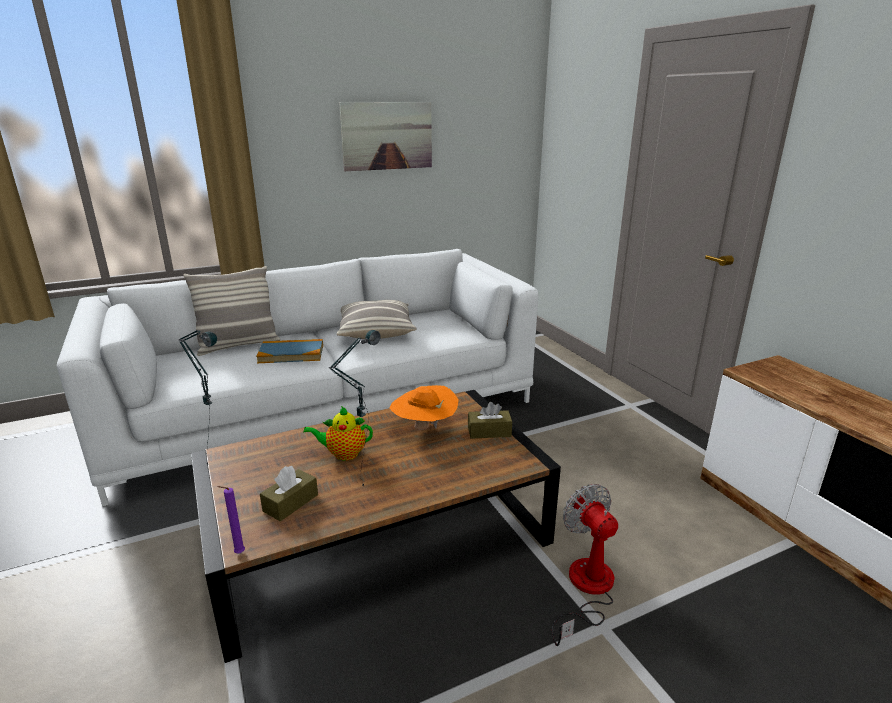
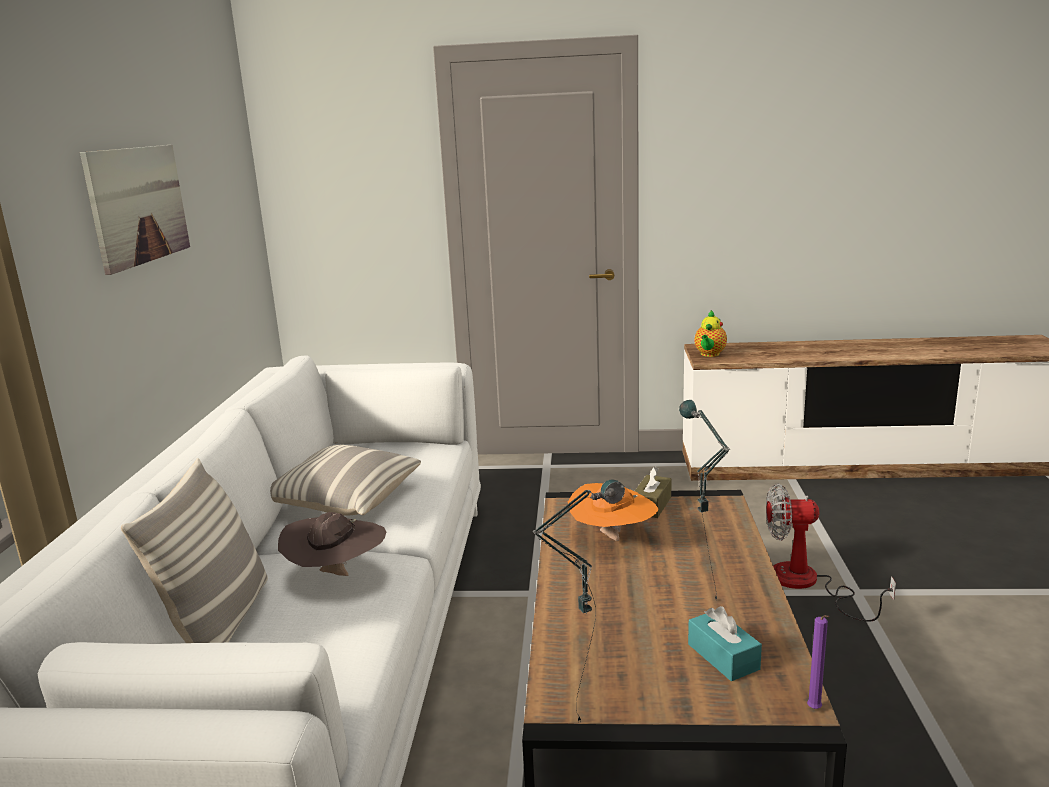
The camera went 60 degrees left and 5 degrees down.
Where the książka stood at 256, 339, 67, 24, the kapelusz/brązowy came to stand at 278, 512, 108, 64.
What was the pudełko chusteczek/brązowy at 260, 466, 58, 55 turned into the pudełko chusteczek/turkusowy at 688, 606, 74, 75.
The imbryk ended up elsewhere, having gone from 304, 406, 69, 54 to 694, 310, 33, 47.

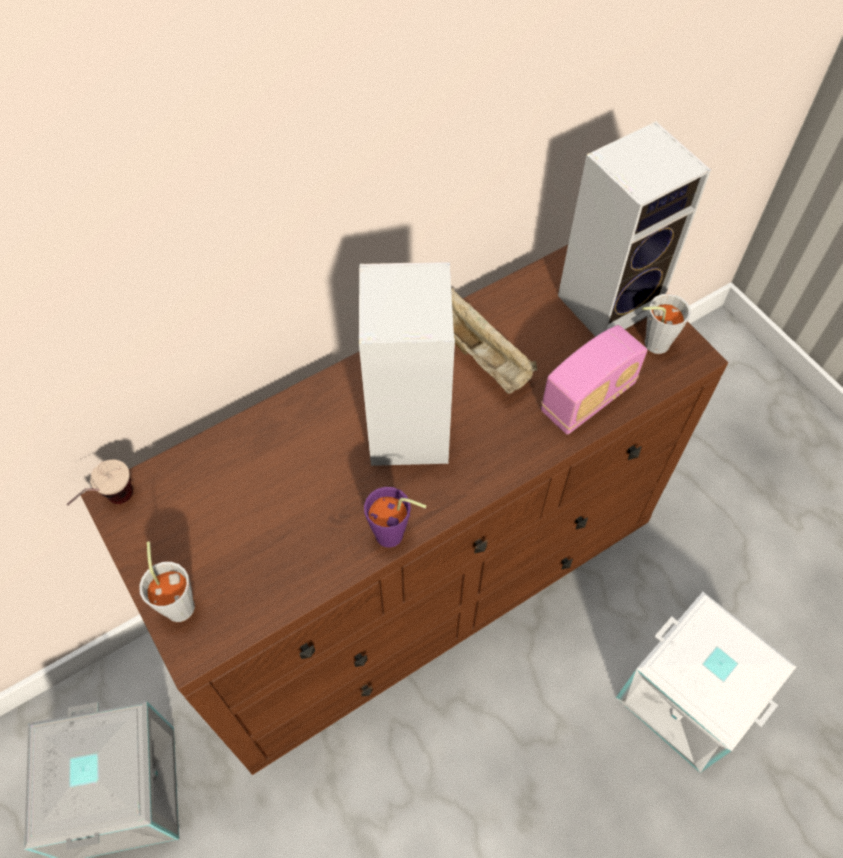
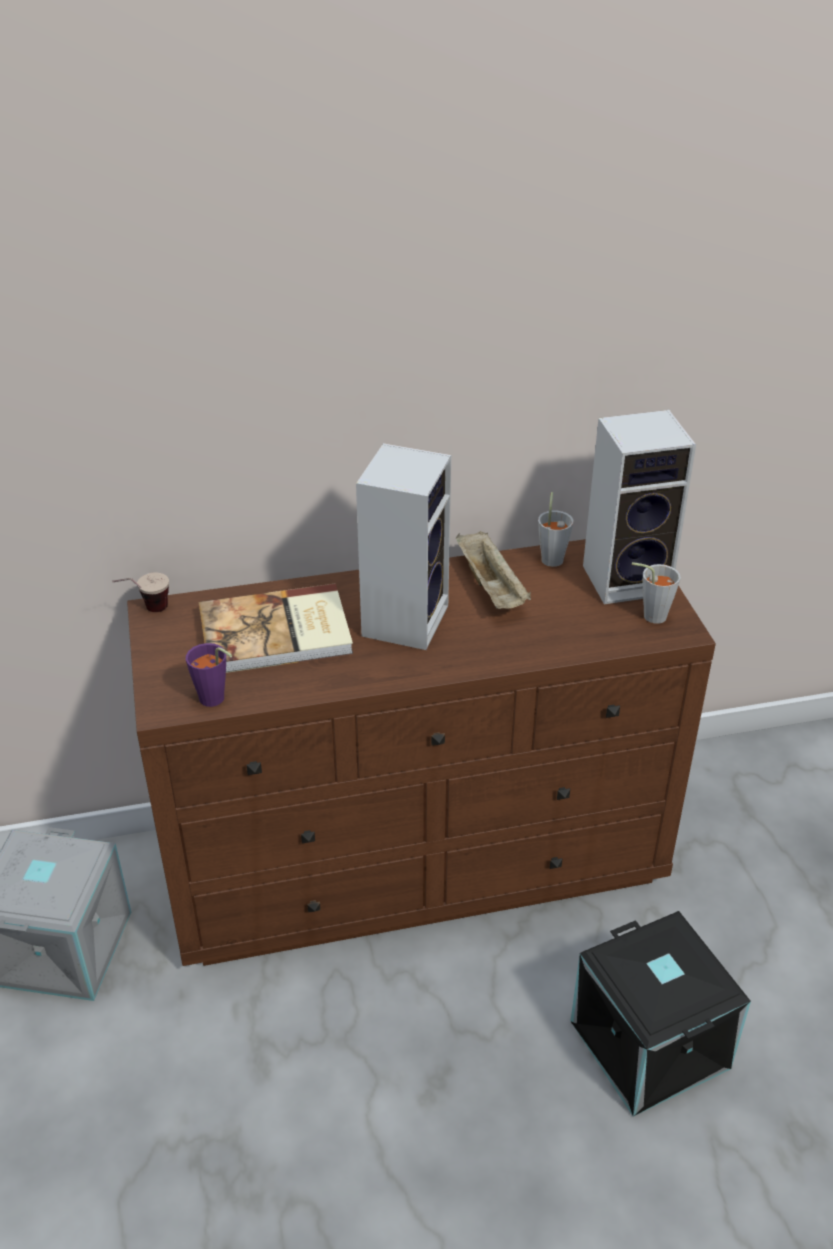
The camera went 20 degrees right and 20 degrees down.
The filiżanka/fioletowy ended up elsewhere, having gone from 364, 487, 62, 61 to 186, 643, 46, 64.
The second view gained the książka at 199, 583, 154, 90.
The filiżanka/szary ended up elsewhere, having gone from 139, 541, 56, 81 to 538, 492, 35, 75.
What was the pojemnik do przechowywania/biały at 616, 592, 181, 181 turned into the pojemnik do przechowywania/czarny at 571, 911, 180, 205.
The second view lost the radio at 541, 325, 106, 110.

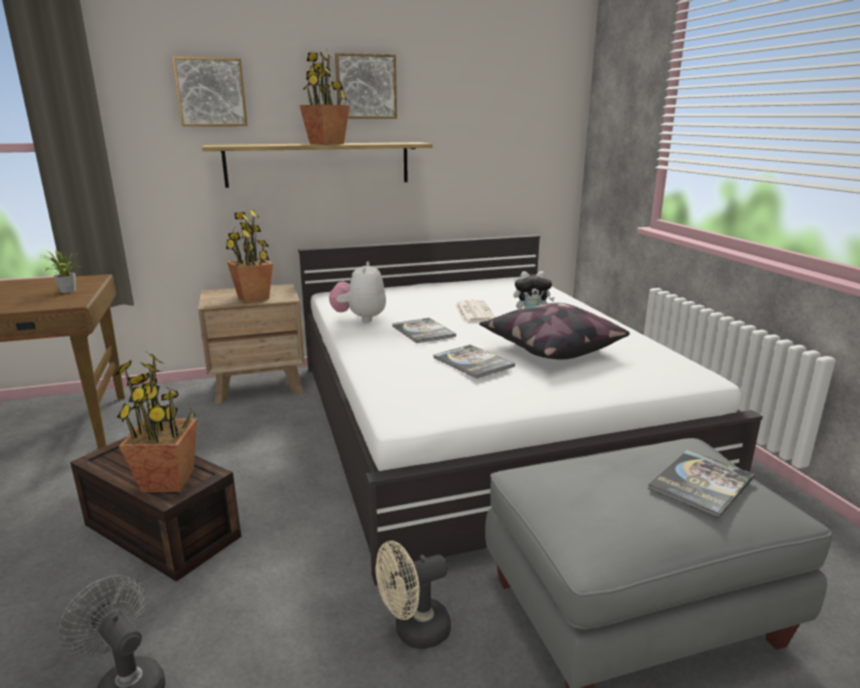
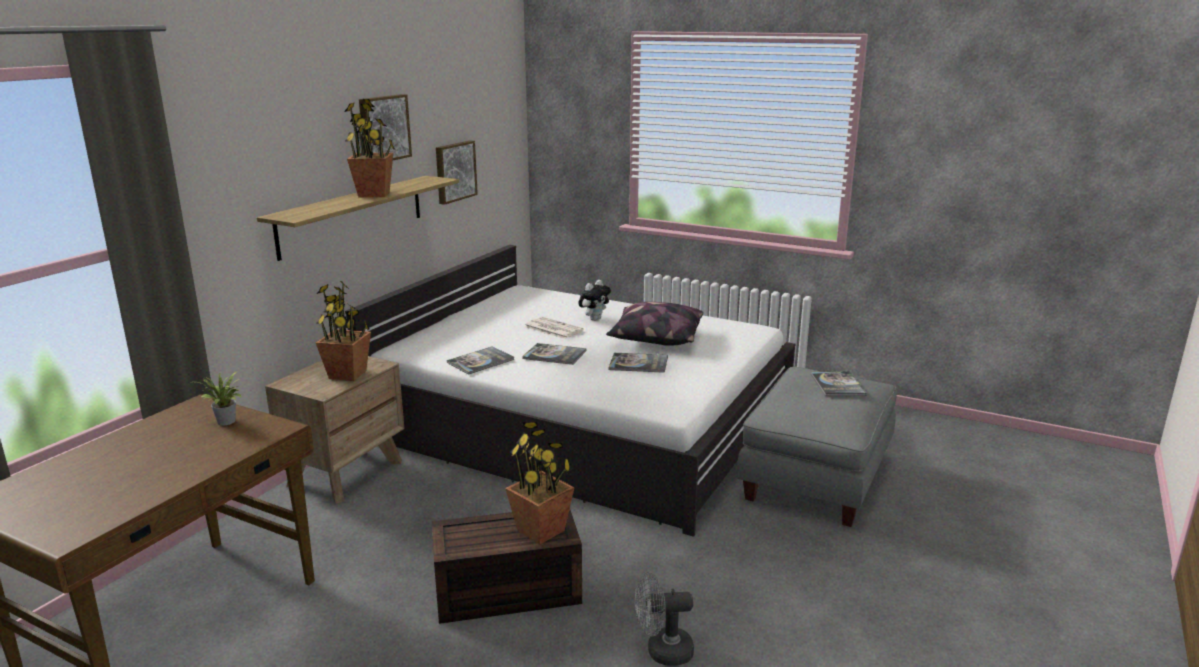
The camera went 45 degrees left and 0 degrees up.
The obraz ended up elsewhere, having gone from 172, 57, 75, 69 to 436, 140, 42, 65.
Where the pluszak stood at 329, 261, 57, 61, the książka came to stand at 447, 346, 67, 29.
The second view lost the wentylator/beżowy at 376, 541, 75, 108.

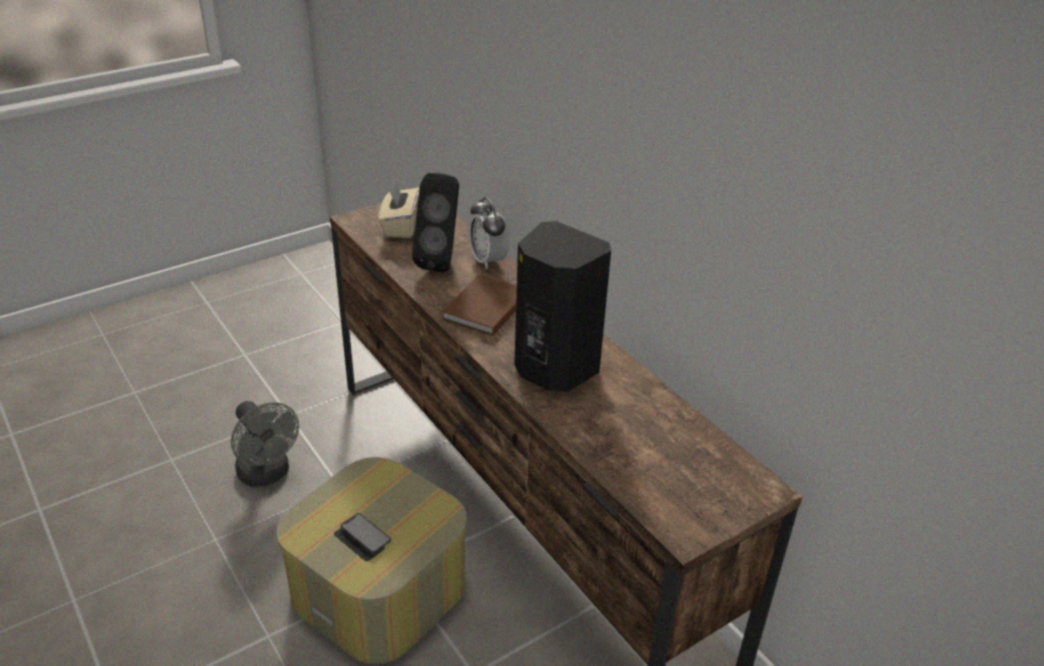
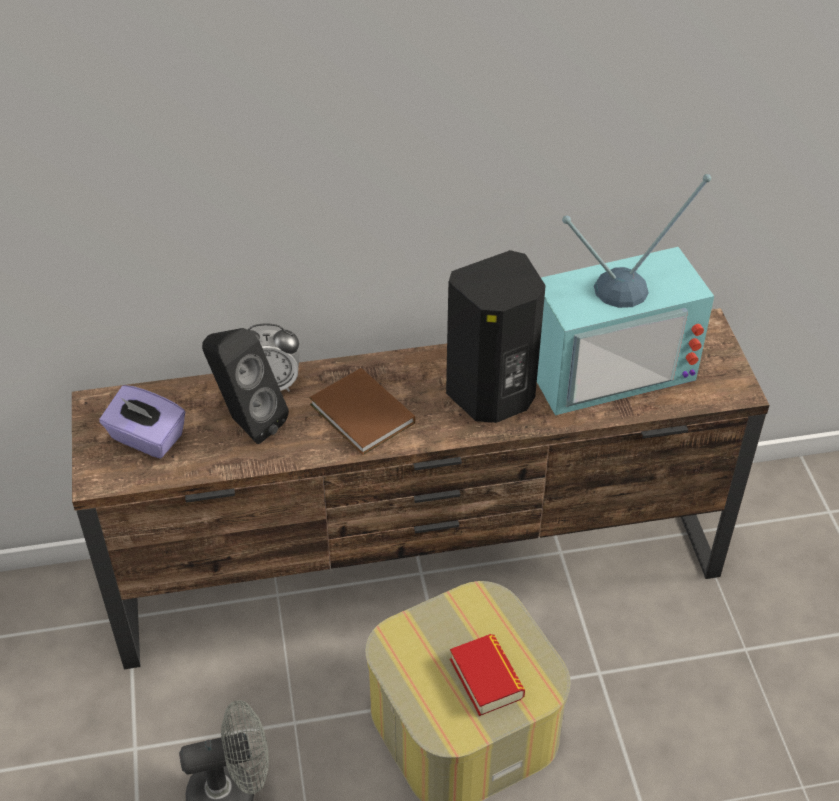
The camera went 65 degrees left and 10 degrees up.
What was the pudełko chusteczek/beżowy at 378, 182, 42, 56 turned into the pudełko chusteczek/fioletowy at 100, 385, 85, 73.
Where the telefon stood at 334, 513, 57, 48, the książka came to stand at 450, 634, 75, 82.
The second view gained the telewizor at 537, 174, 177, 242.

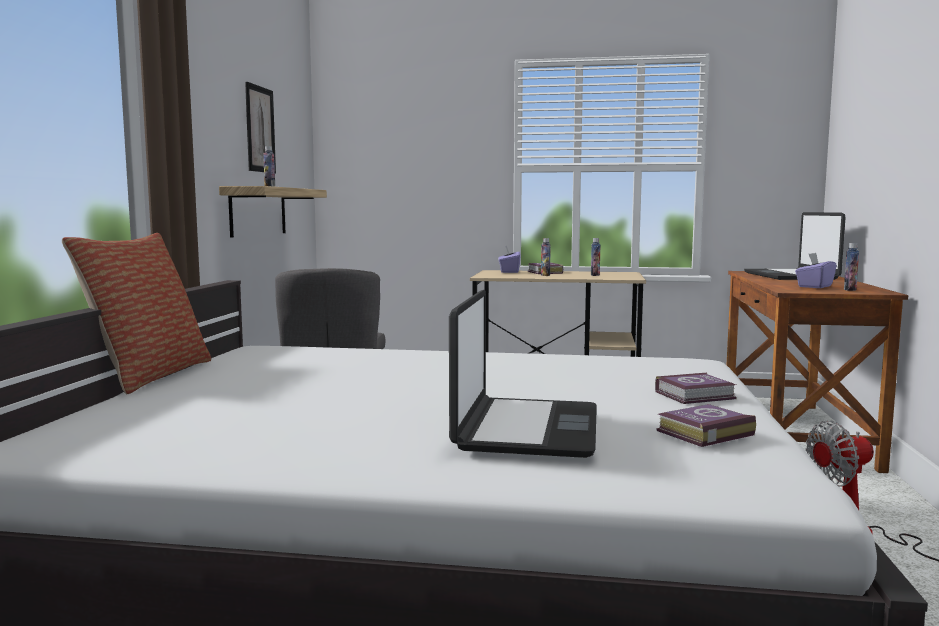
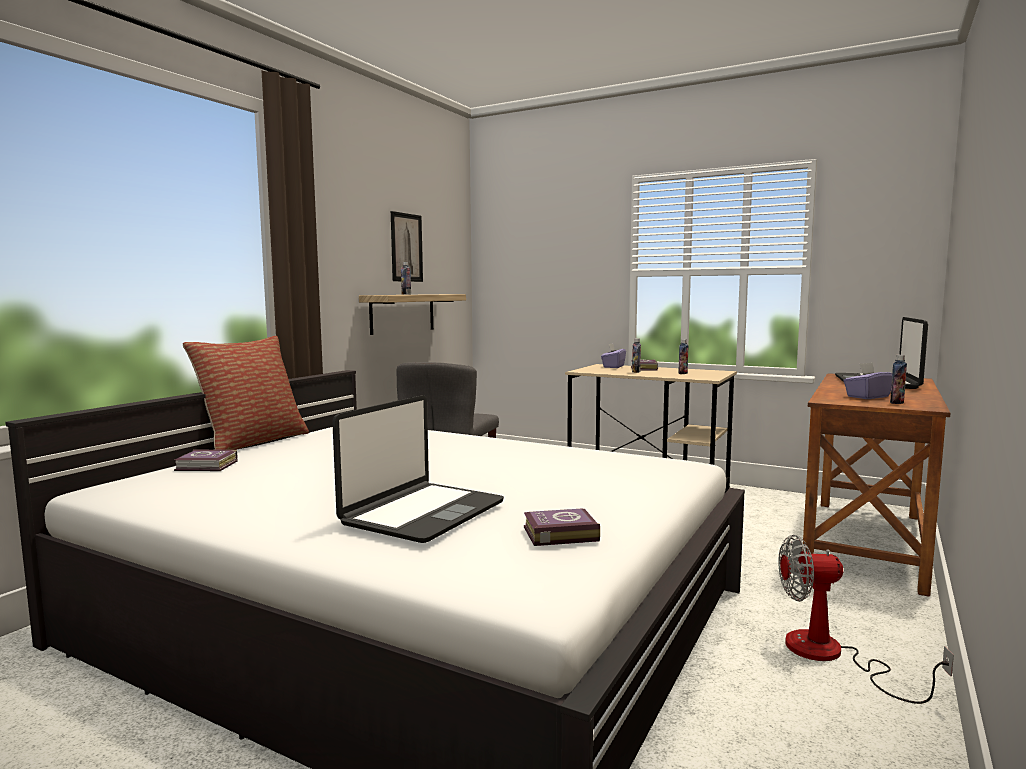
The camera went 20 degrees right and 0 degrees up.
The książka ended up elsewhere, having gone from 655, 373, 82, 31 to 174, 450, 64, 21.

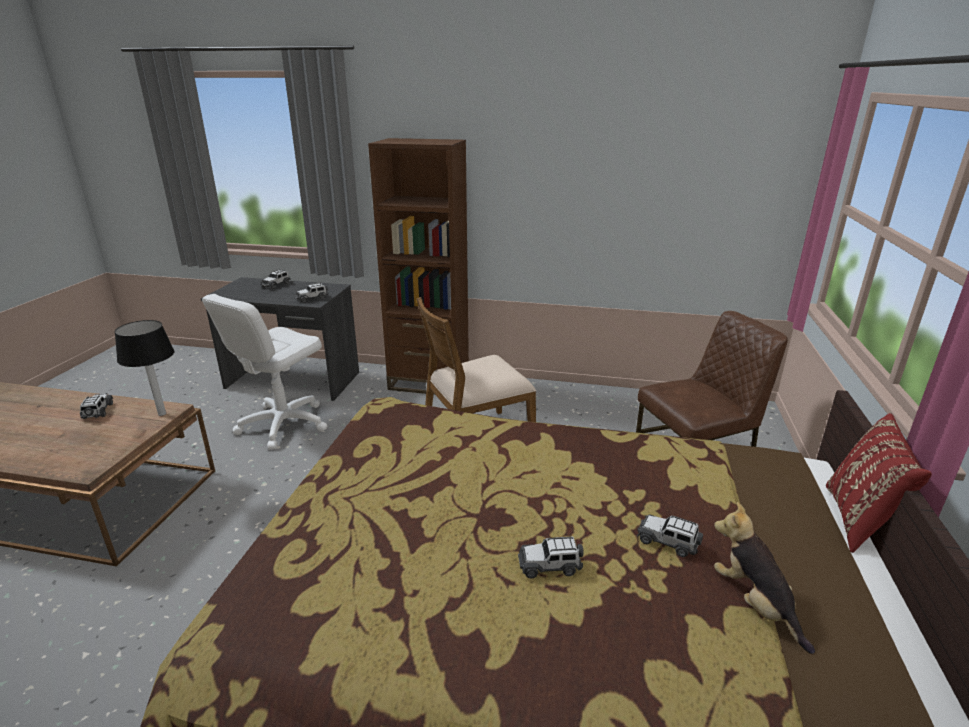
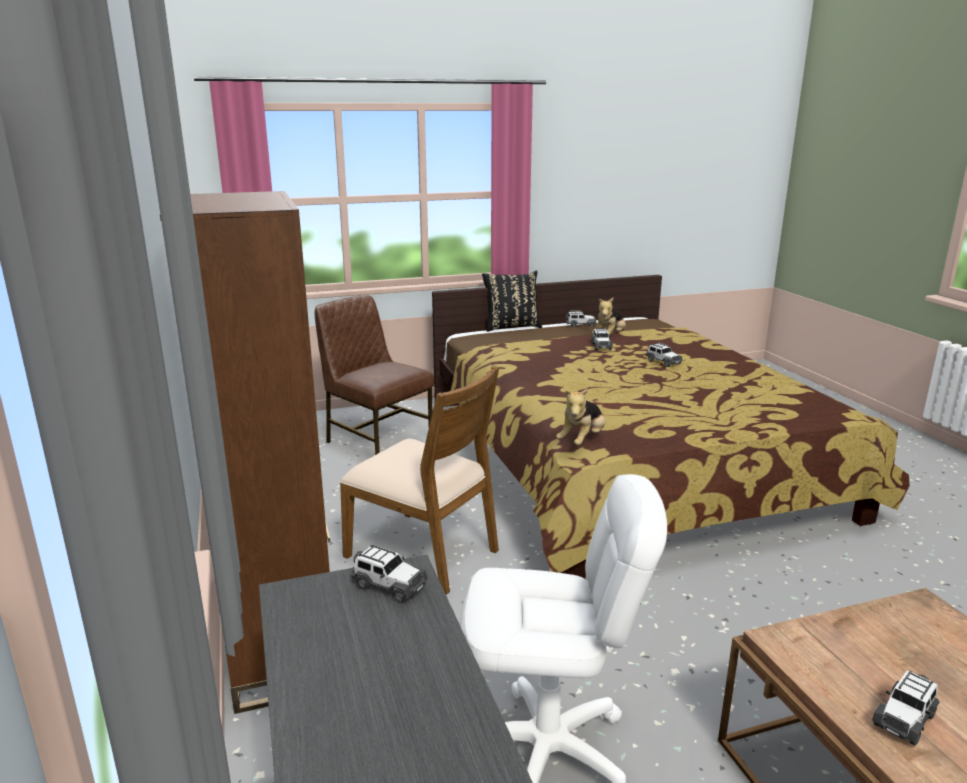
The camera went 120 degrees left and 5 degrees down.
What was the poduszka/czerwony at 826, 413, 106, 140 turned into the poduszka/czarny at 482, 270, 60, 62.
The second view gained the pluszak at 556, 388, 49, 57.
The samochodzik ended up elsewhere, having gone from 260, 269, 31, 20 to 565, 311, 32, 16.
The second view lost the lampa stołowa at 115, 320, 60, 96.

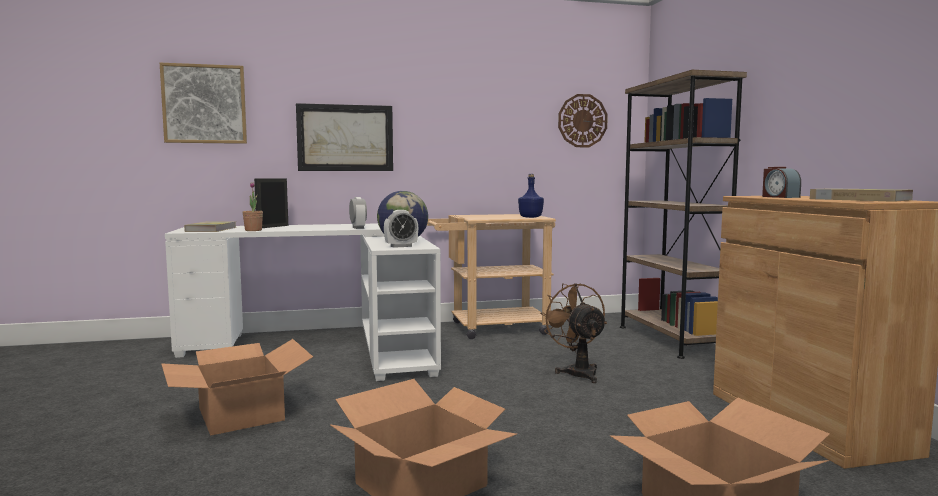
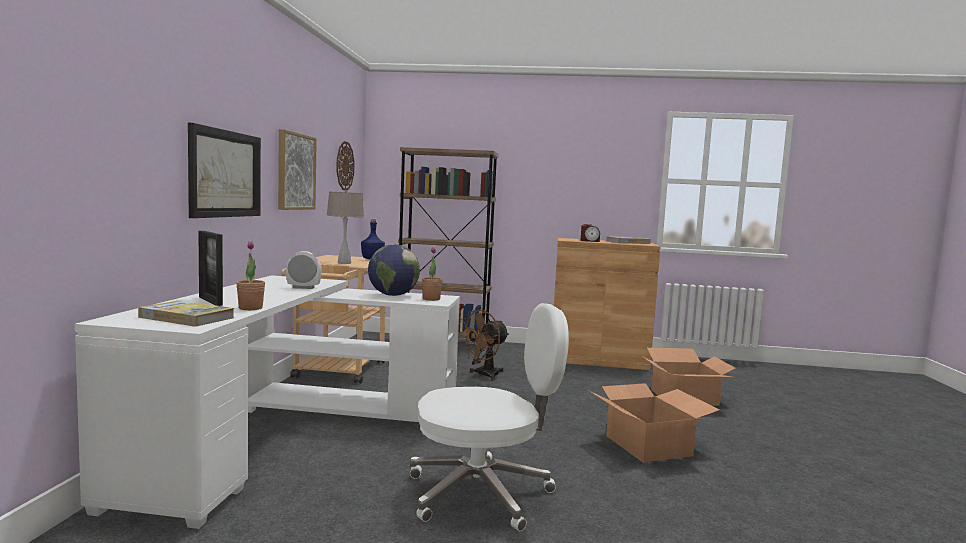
The camera went 70 degrees left and 0 degrees up.
The obraz ended up elsewhere, having gone from 160, 63, 87, 81 to 278, 129, 39, 81.
The second view gained the lampa stołowa/beżowy at 327, 190, 37, 74.
Where the karton stood at 161, 339, 152, 97, the krzesło biurowe/biały came to stand at 410, 303, 159, 228.
Where the budzik stood at 384, 210, 34, 38, the roślina doniczkowa came to stand at 422, 247, 21, 54.
The wentylator/brązowy at 540, 283, 67, 100 ended up facing another way, 45 degrees counterclockwise from before.

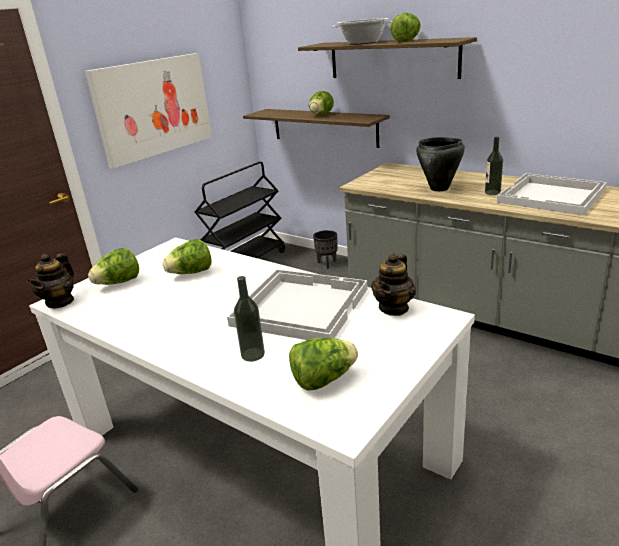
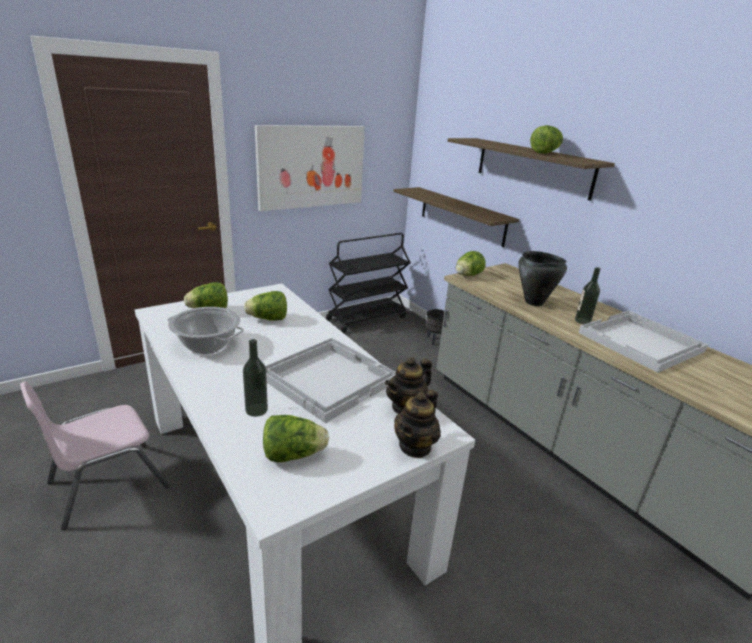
The camera went 15 degrees right and 0 degrees up.
The garnek ended up elsewhere, having gone from 332, 18, 60, 27 to 167, 307, 77, 47.
The imbryk ended up elsewhere, having gone from 27, 253, 47, 55 to 394, 389, 47, 69.
The sałata ended up elsewhere, having gone from 309, 91, 25, 24 to 456, 251, 30, 25.

